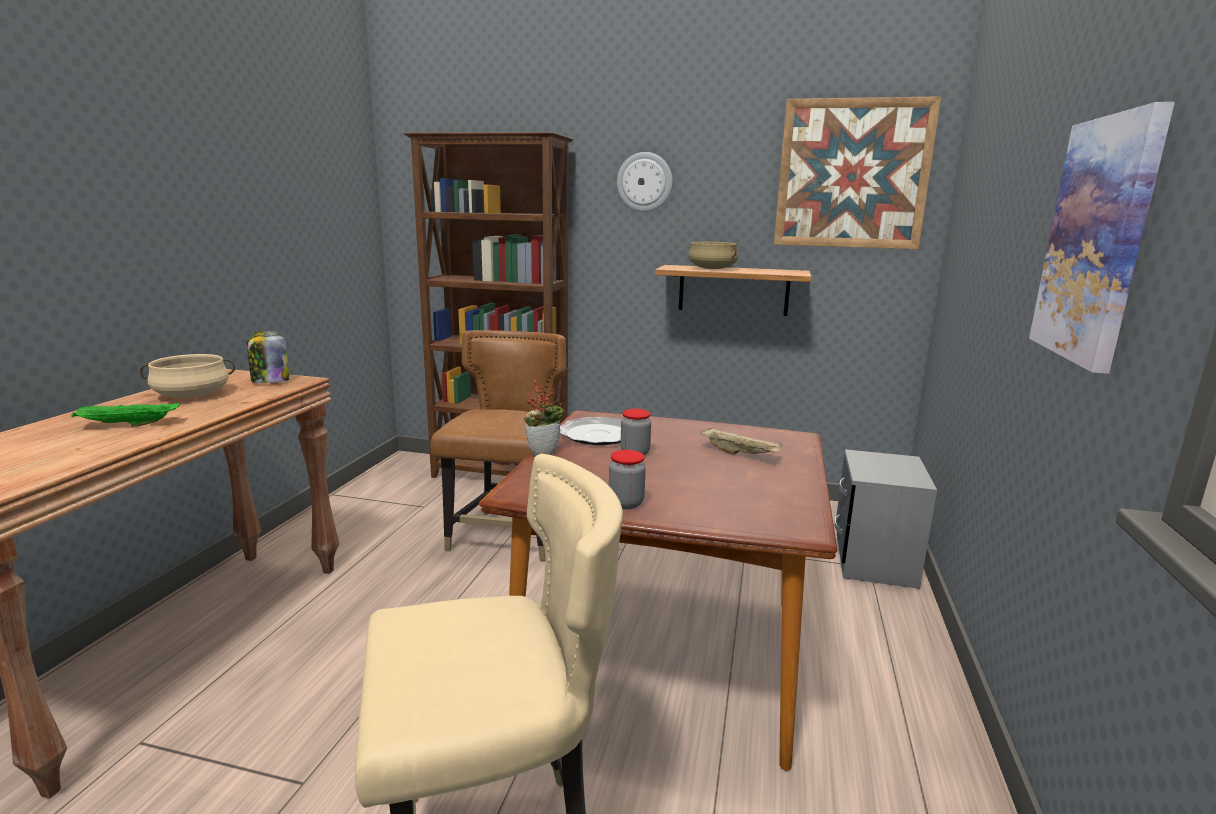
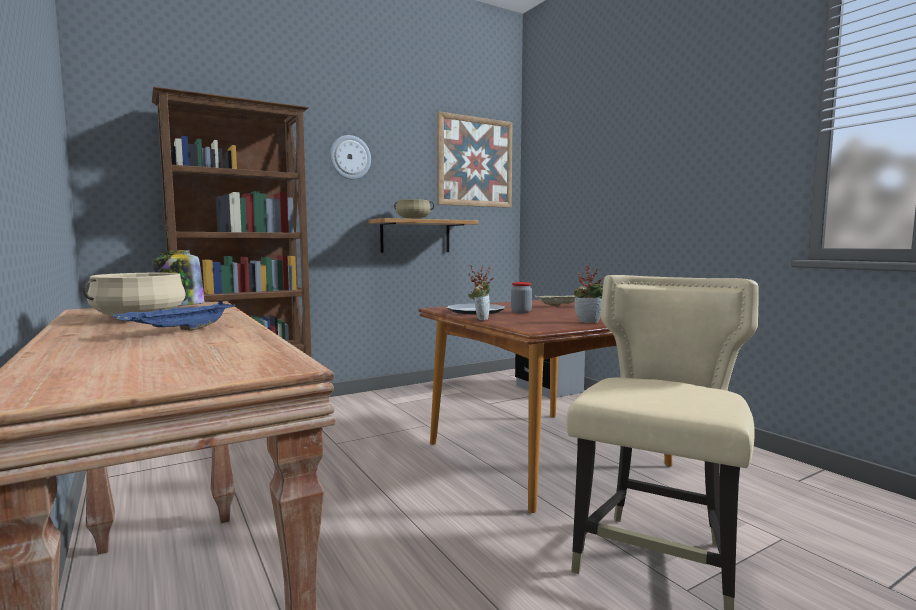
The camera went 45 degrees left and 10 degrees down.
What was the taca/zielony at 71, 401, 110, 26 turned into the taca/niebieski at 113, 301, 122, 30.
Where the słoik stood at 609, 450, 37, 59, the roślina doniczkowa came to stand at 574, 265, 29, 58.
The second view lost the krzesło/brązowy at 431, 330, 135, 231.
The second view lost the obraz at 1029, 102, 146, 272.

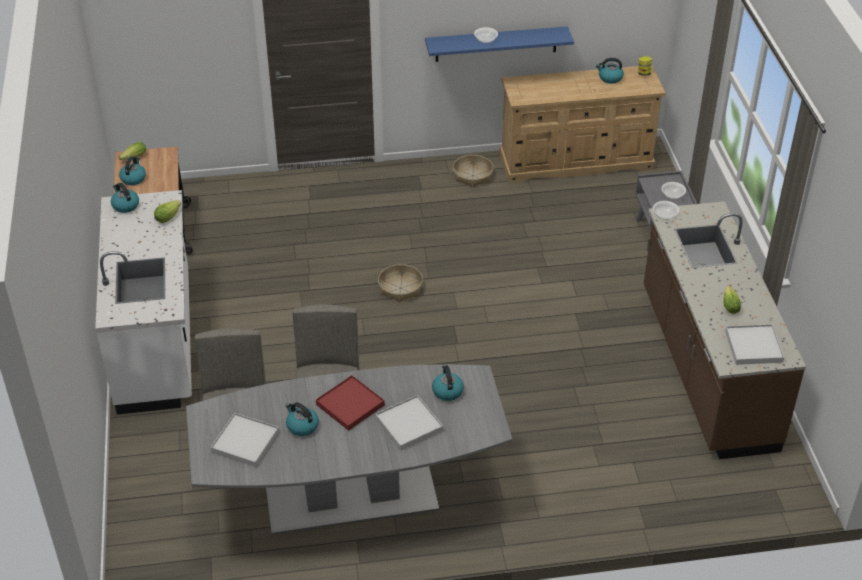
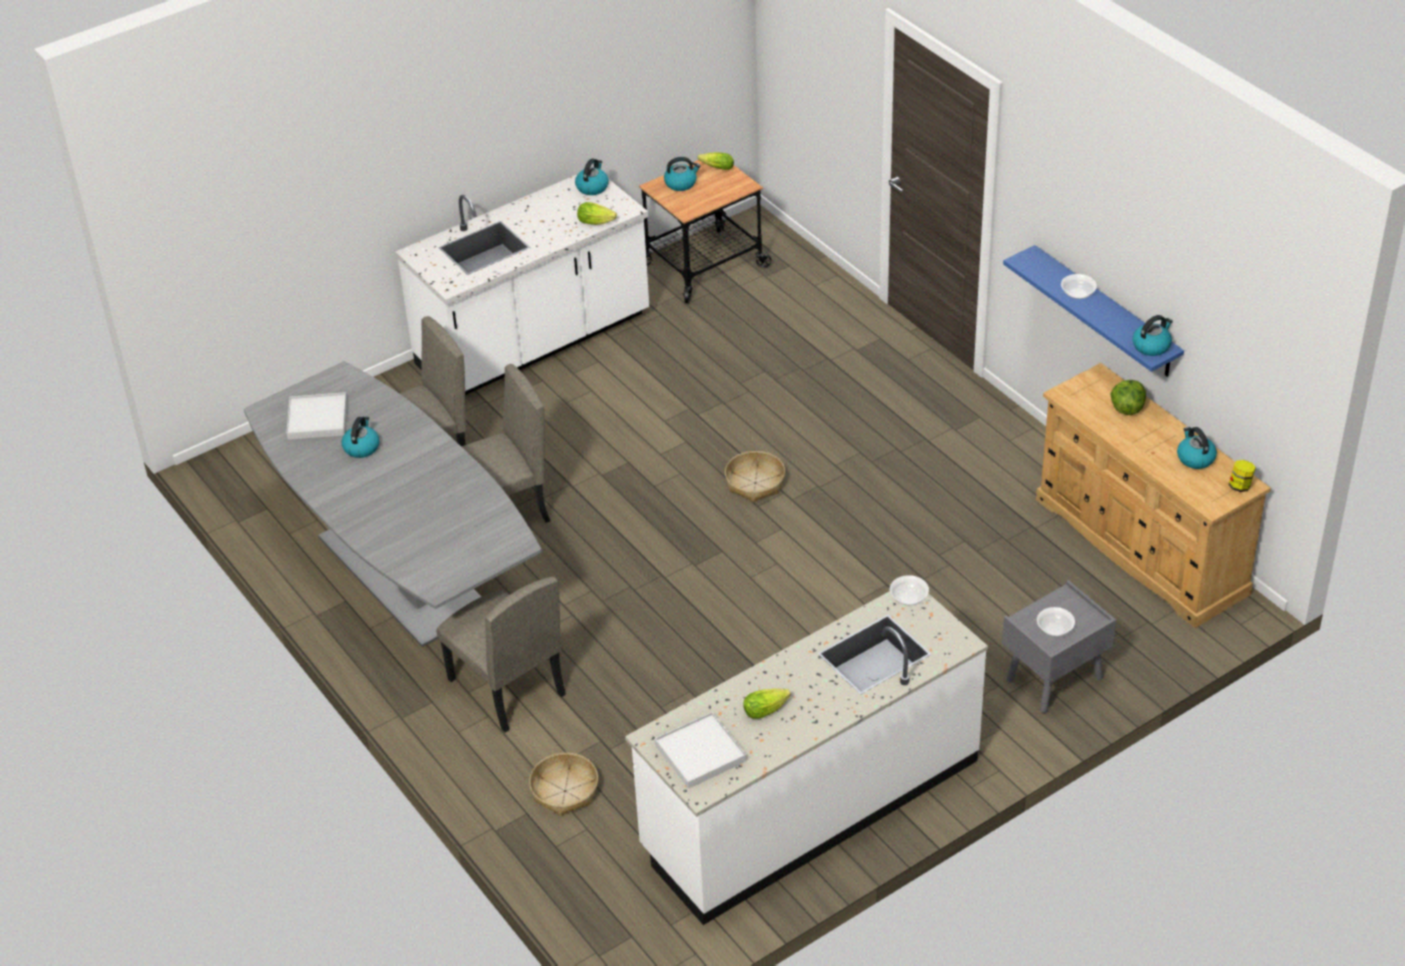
The camera went 65 degrees right and 0 degrees up.
The second view gained the krzesło/beżowy at 436, 577, 130, 156.
The koszyk ended up elsewhere, having gone from 453, 155, 41, 32 to 529, 753, 69, 63.
What was the zabudowa kuchenna/brązowy at 644, 201, 162, 258 turned into the zabudowa kuchenna/biały at 625, 591, 363, 334.
The second view gained the sałata at 1110, 380, 36, 35.
The czajnik ended up elsewhere, having gone from 432, 365, 32, 36 to 1132, 315, 41, 41.
The second view lost the taca/czerwony at 316, 375, 69, 56.
The second view lost the taca/biały at 375, 395, 68, 56.

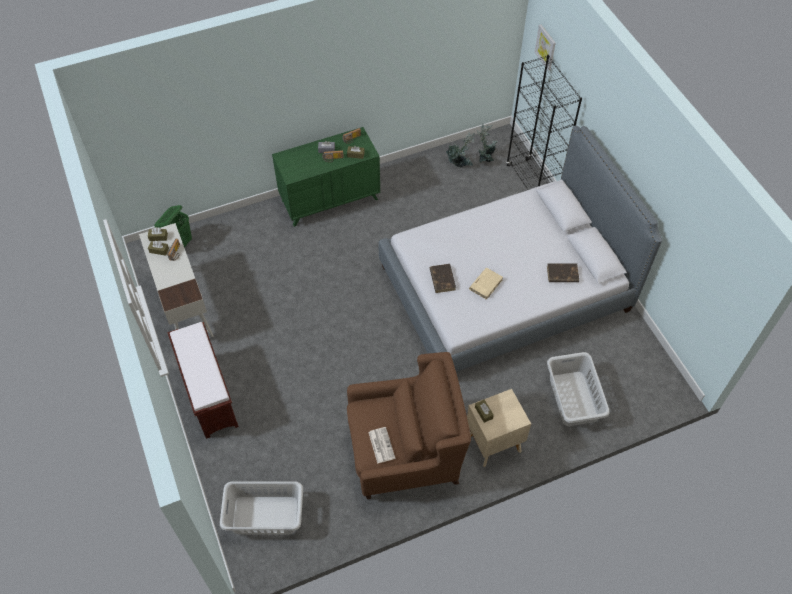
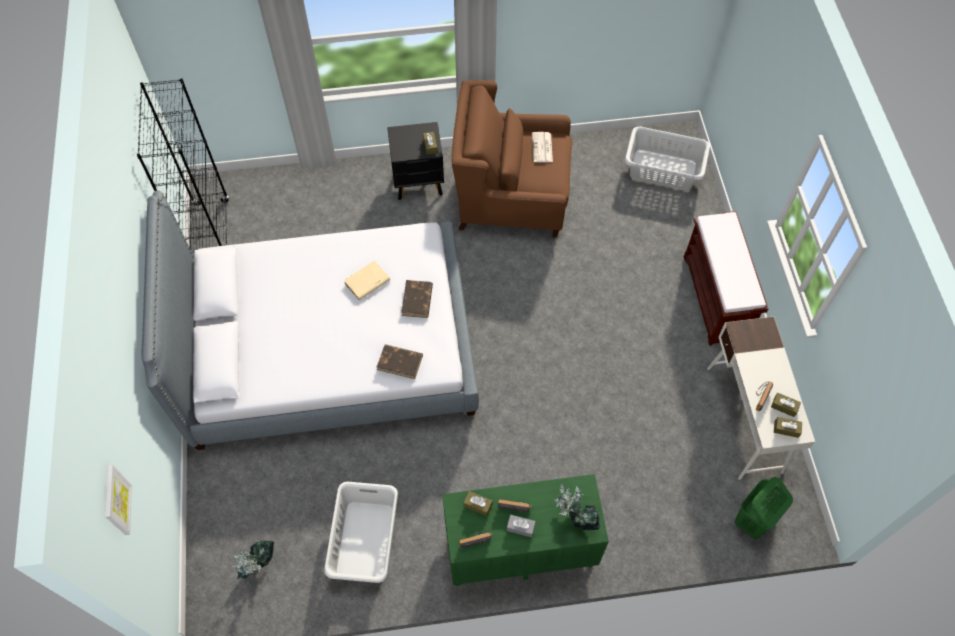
The camera went 165 degrees left and 5 degrees up.
The regał/czarny ended up elsewhere, having gone from 506, 55, 76, 135 to 137, 78, 92, 175.
The kosz na pranie/szary ended up elsewhere, having gone from 547, 352, 63, 74 to 325, 481, 73, 102.
The książka/brązowy ended up elsewhere, having gone from 547, 263, 32, 19 to 377, 344, 46, 35.
What was the szafka nocna/beżowy at 467, 389, 64, 78 turned into the szafka nocna/czarny at 387, 122, 57, 78.
The roślina doniczkowa ended up elsewhere, having gone from 446, 132, 29, 36 to 554, 484, 46, 47.

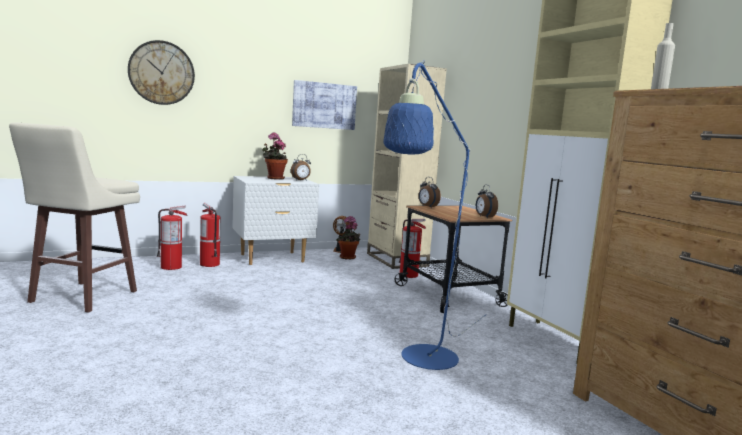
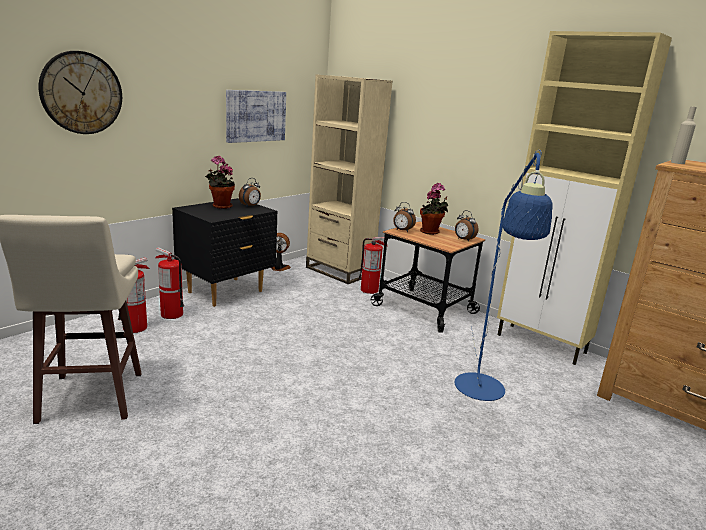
The camera went 25 degrees left and 10 degrees up.
What was the szafka nocna/biały at 232, 176, 87, 89 turned into the szafka nocna/czarny at 172, 198, 106, 109.
The roślina doniczkowa ended up elsewhere, having gone from 336, 216, 24, 43 to 420, 183, 28, 52.

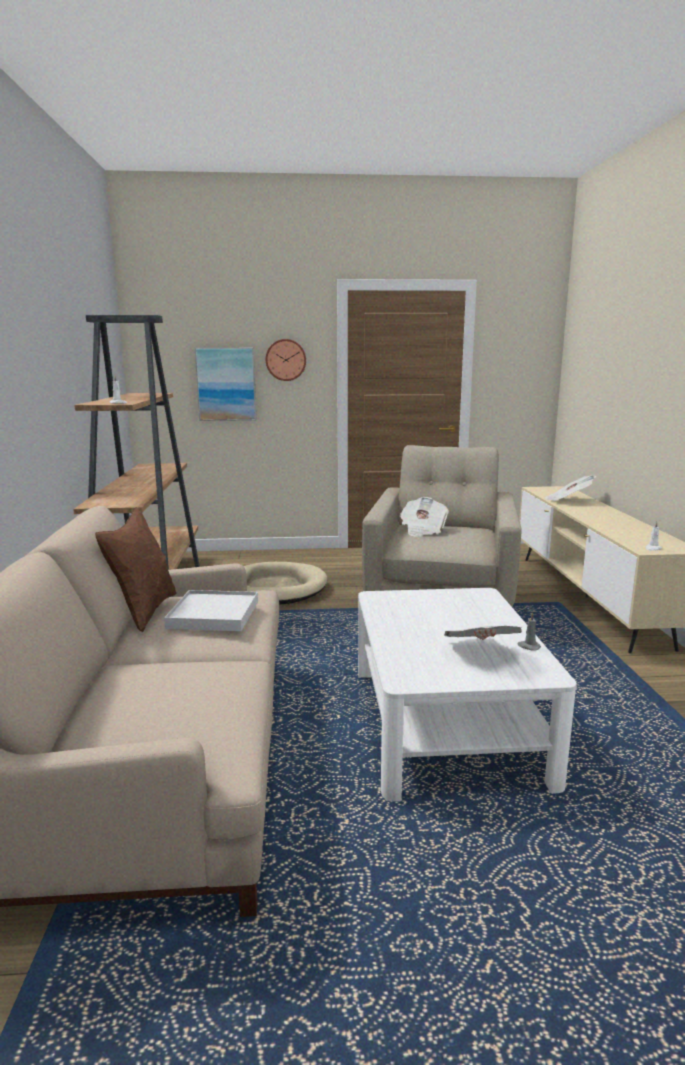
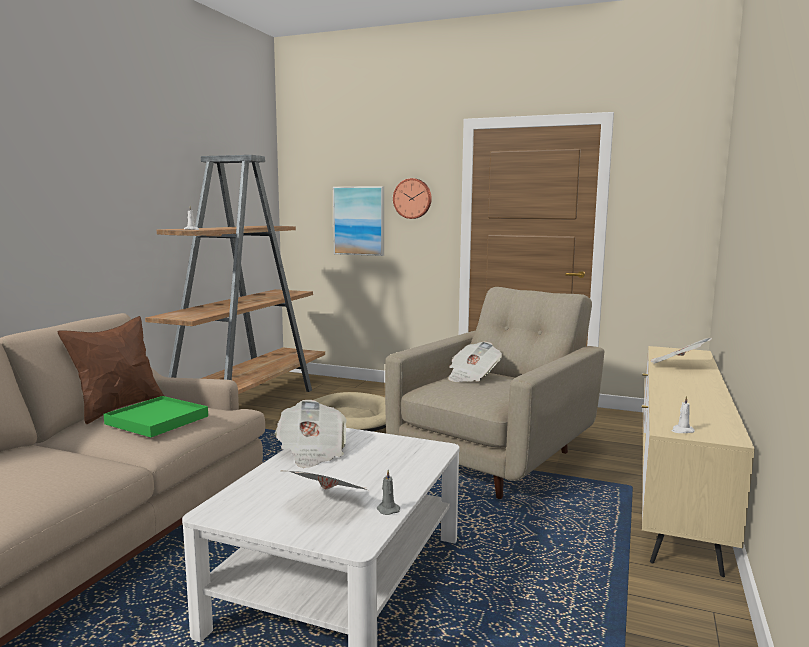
The camera went 25 degrees right and 5 degrees down.
What was the taca/biały at 164, 590, 94, 41 turned into the taca/zielony at 104, 396, 104, 41.
The second view gained the gazeta at 275, 400, 72, 68.

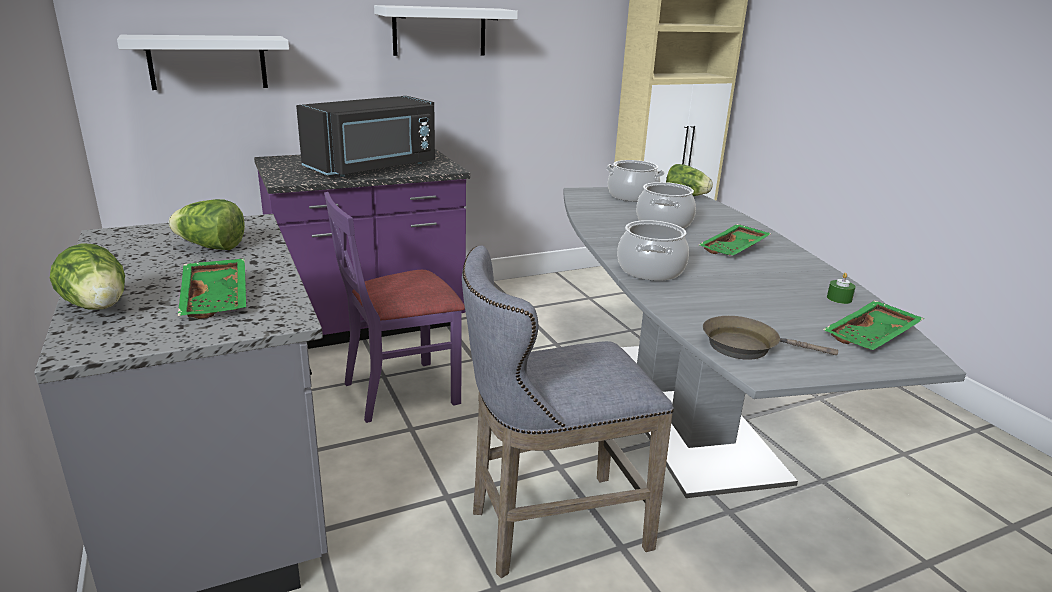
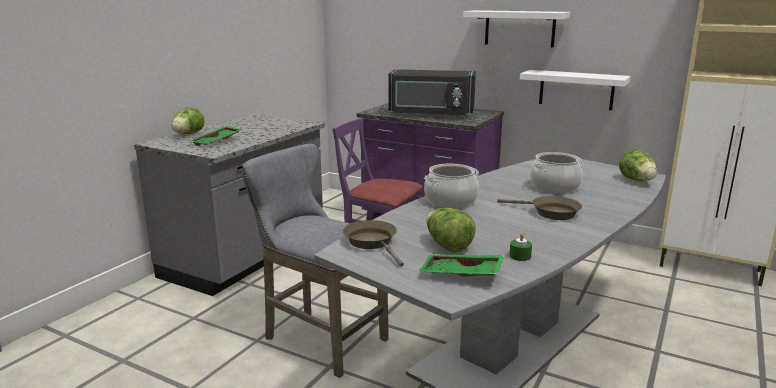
The camera went 55 degrees right and 5 degrees down.
The sałata ended up elsewhere, having gone from 169, 199, 76, 51 to 426, 208, 50, 45.
Where the taca/zielony stood at 699, 224, 72, 31, the patelnia/brązowy came to stand at 497, 196, 85, 24.
The półka/biały ended up elsewhere, having gone from 117, 35, 172, 55 to 520, 70, 111, 40.
The second view lost the garnek at 606, 160, 59, 42.

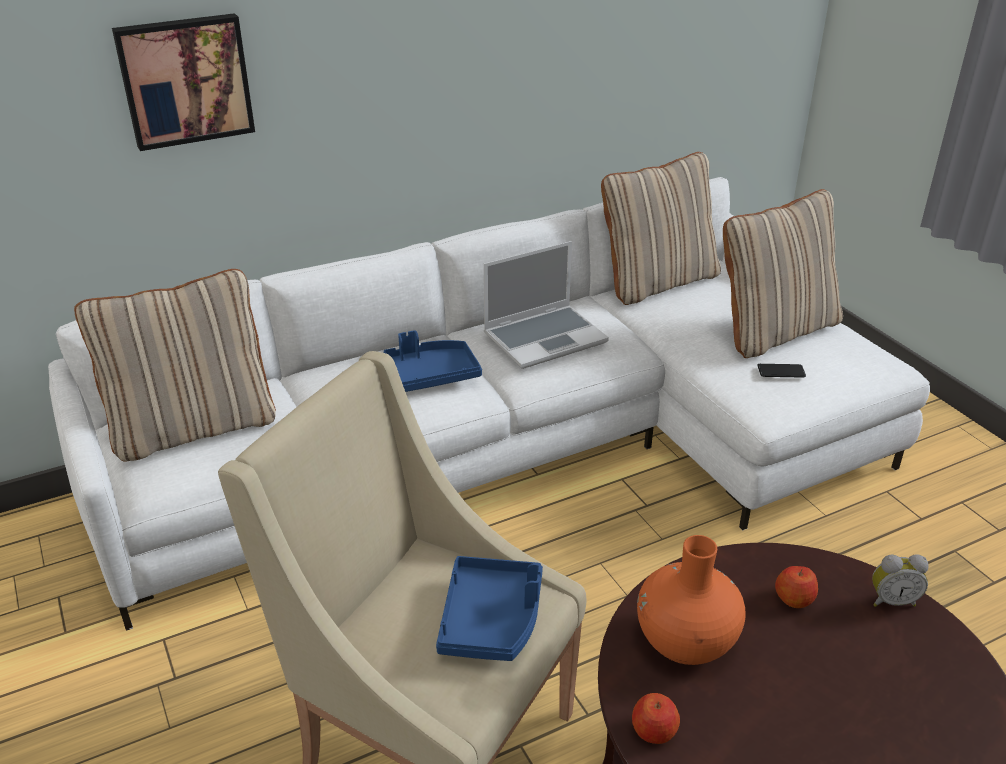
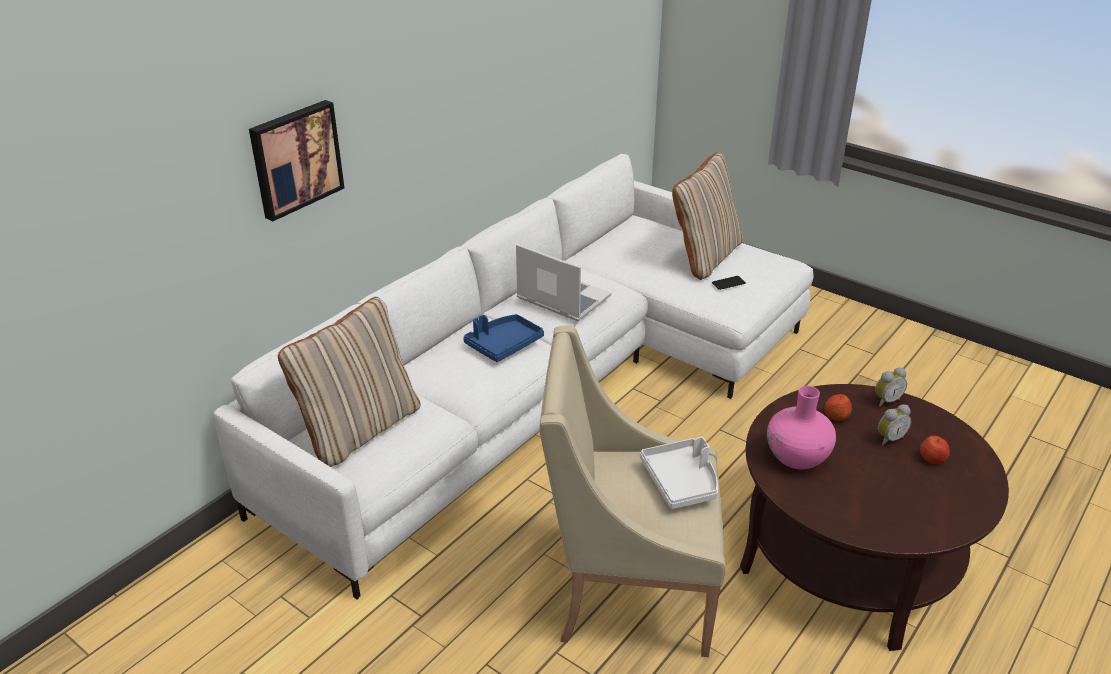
The camera went 25 degrees left and 0 degrees up.
The laptop at 484, 241, 125, 128 ended up facing another way, 90 degrees counterclockwise from before.
What was the taca/niebieski at 436, 556, 107, 105 turned into the taca/biały at 640, 437, 78, 72.
What was the wazon/pomarańczowy at 637, 535, 109, 130 turned into the wazon/różowy at 767, 386, 69, 83.
The second view gained the budzik at 878, 404, 33, 42.
The jabłko ended up elsewhere, having gone from 632, 693, 48, 51 to 920, 436, 30, 28.
The second view lost the poduszka/beżowy at 601, 152, 120, 153.

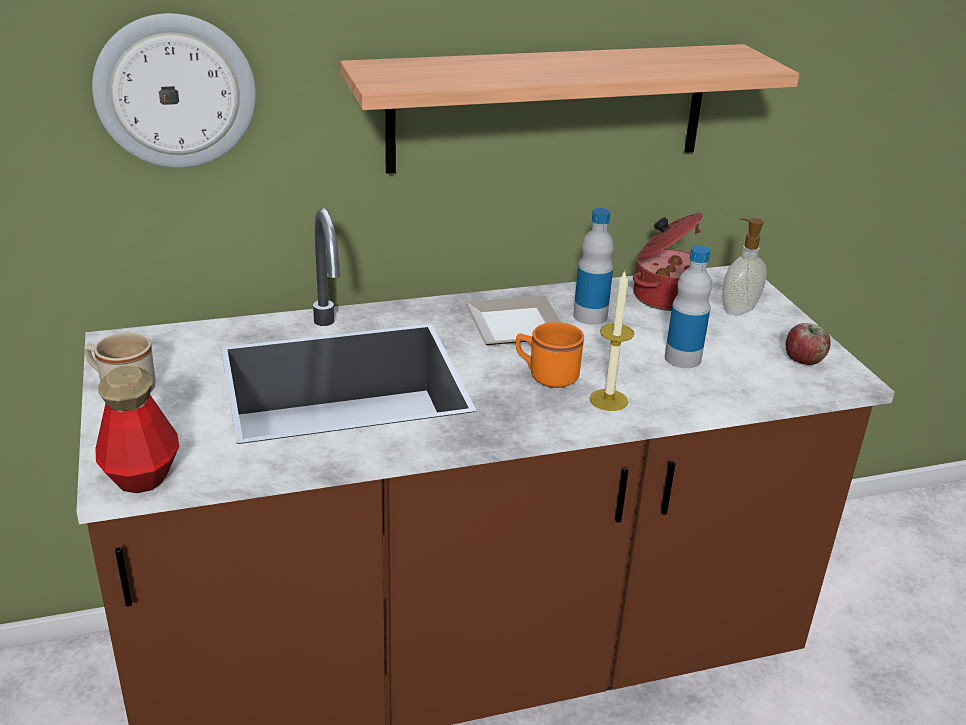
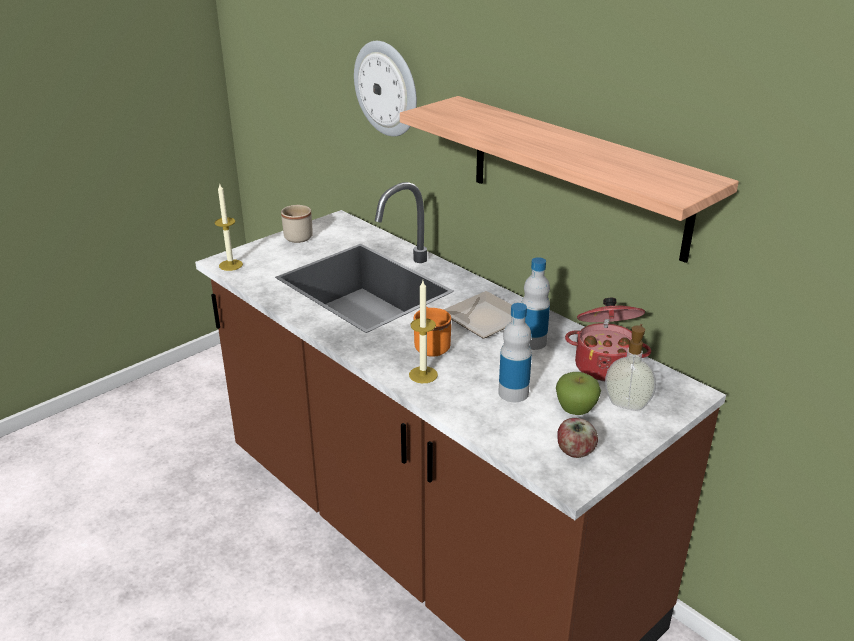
The camera went 65 degrees right and 0 degrees up.
Where the butelka stood at 95, 365, 84, 128, the świeca came to stand at 215, 184, 28, 87.
The second view gained the jabłko at 556, 372, 45, 43.

